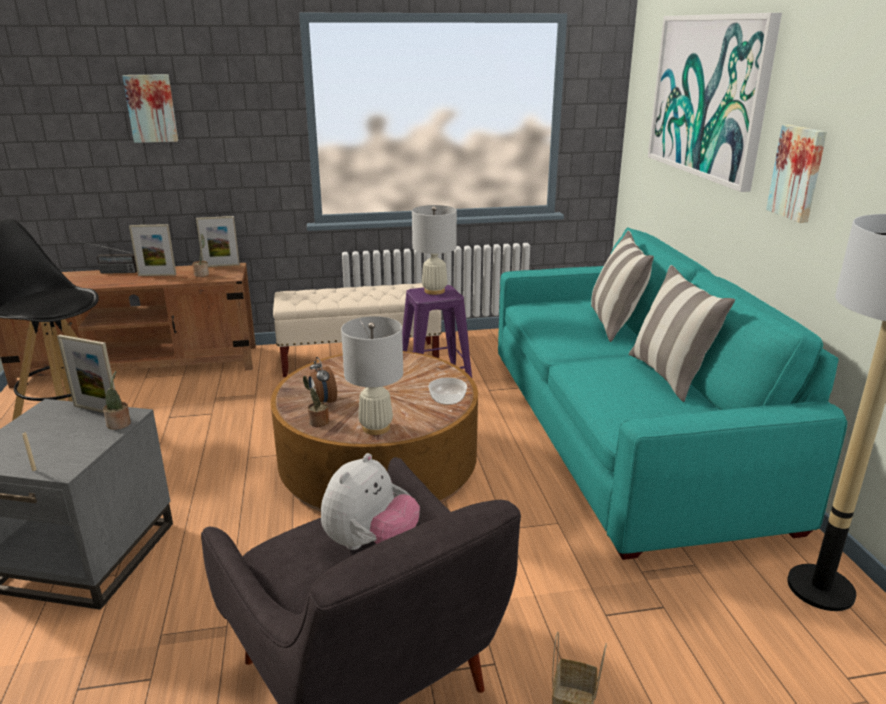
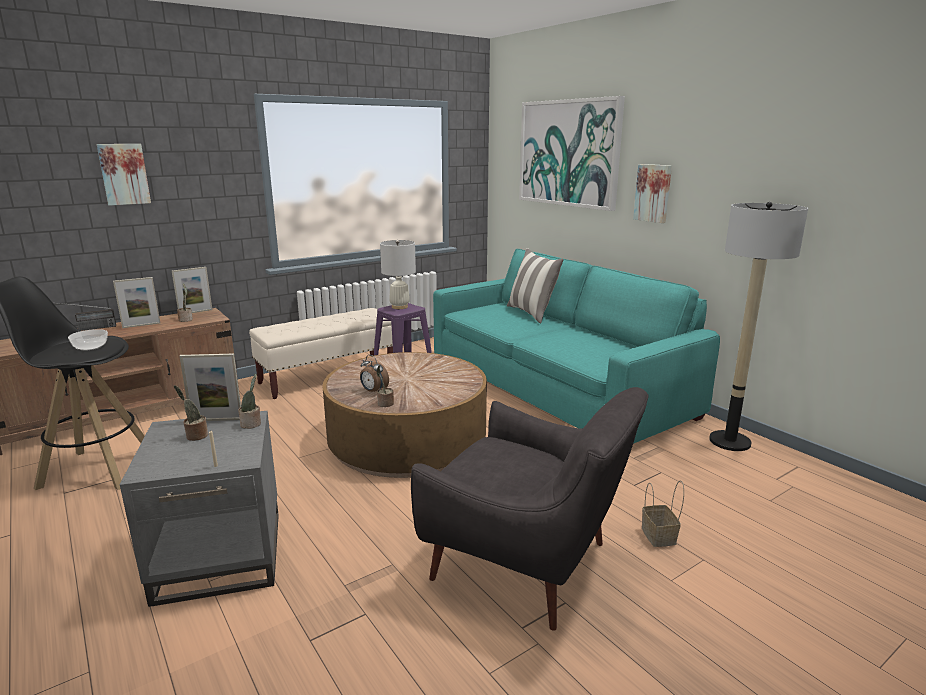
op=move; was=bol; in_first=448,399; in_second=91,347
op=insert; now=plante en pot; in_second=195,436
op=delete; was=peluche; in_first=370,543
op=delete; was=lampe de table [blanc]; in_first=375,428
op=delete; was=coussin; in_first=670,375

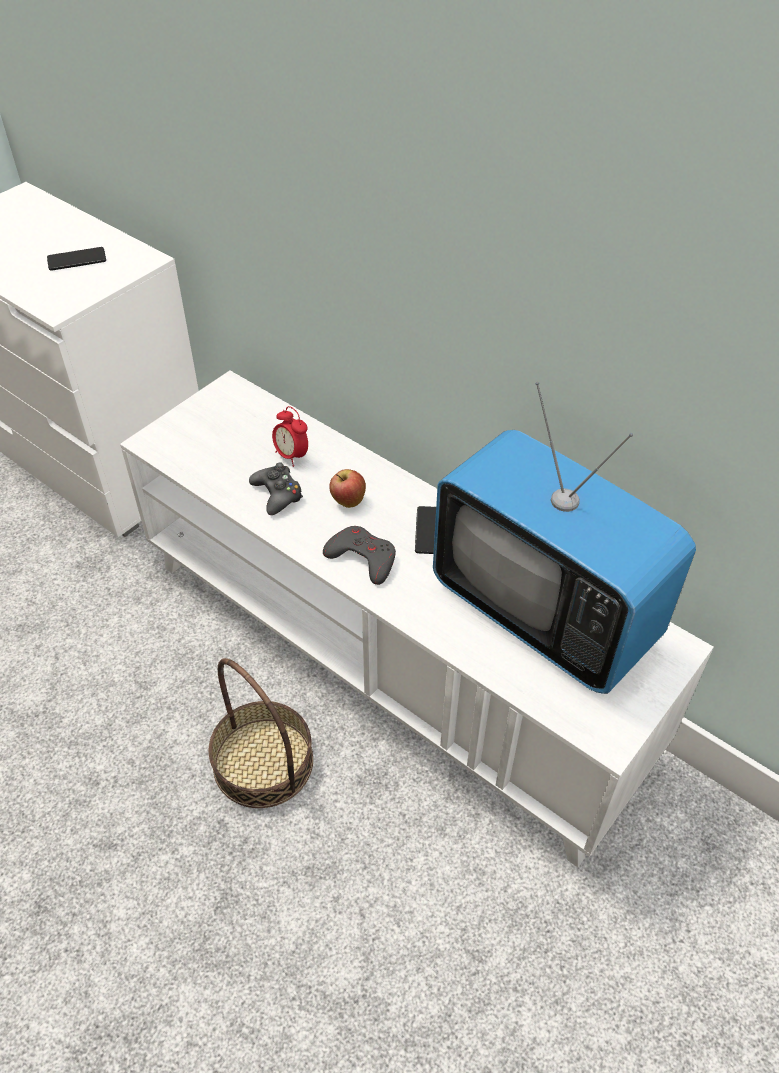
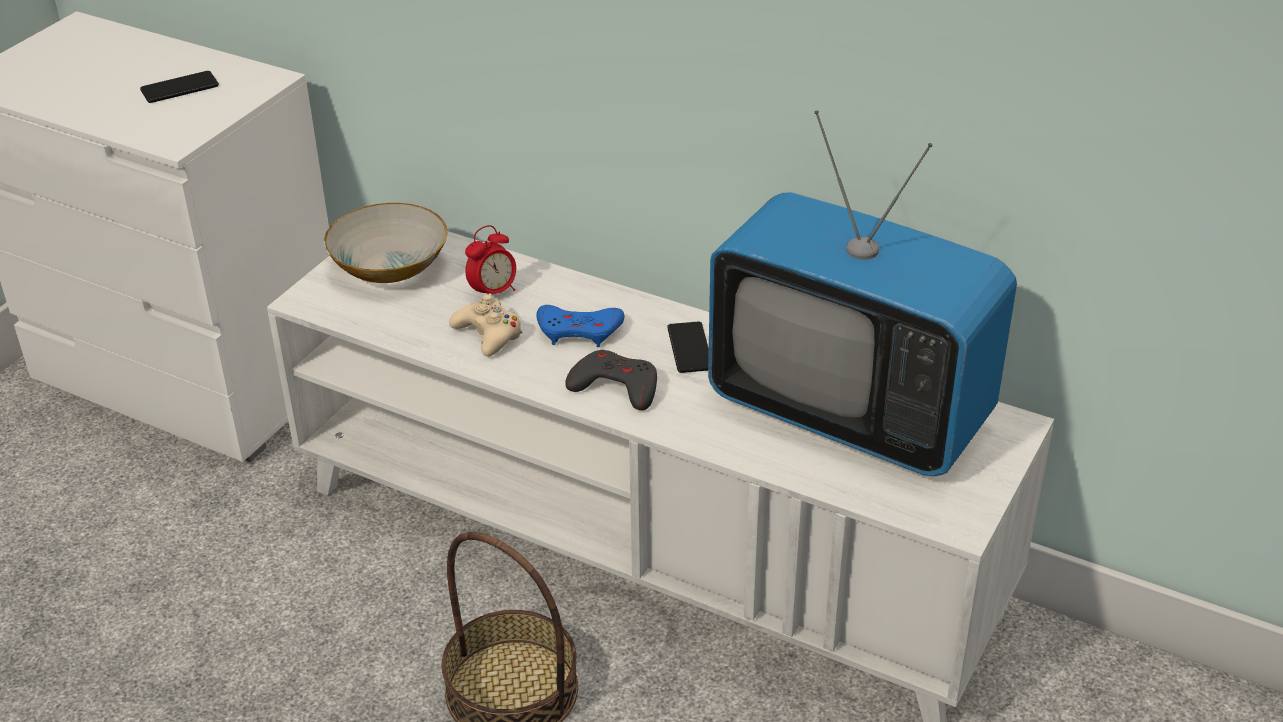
op=insert; now=bol; in_second=388,267
op=recolor; was=manette [noir]; now=manette [beige]; in_first=277,494; in_second=488,335
op=rotate; was=réveil; in_first=291,456; in_second=493,292; clockwise=-75
op=replace; was=pomme; now=manette [bleu]; in_first=348,501; in_second=579,331

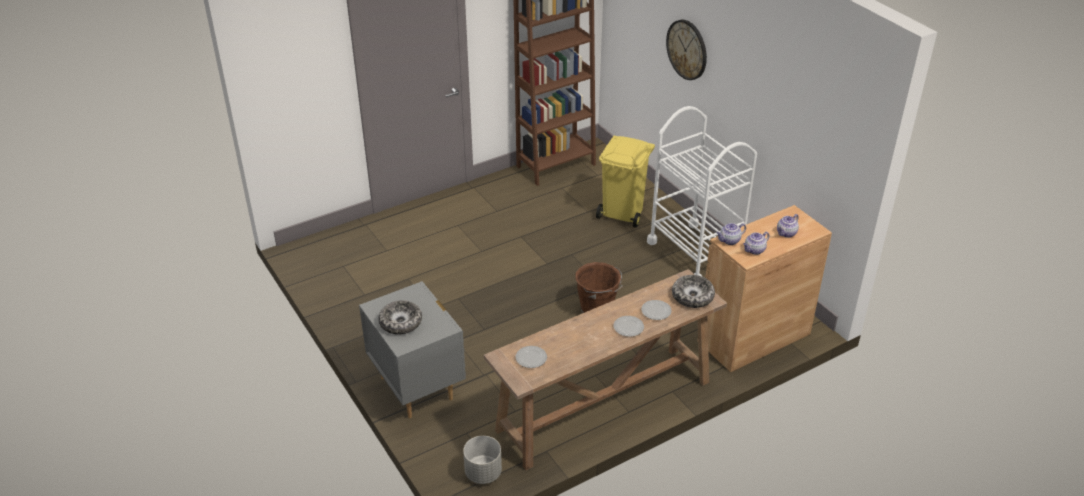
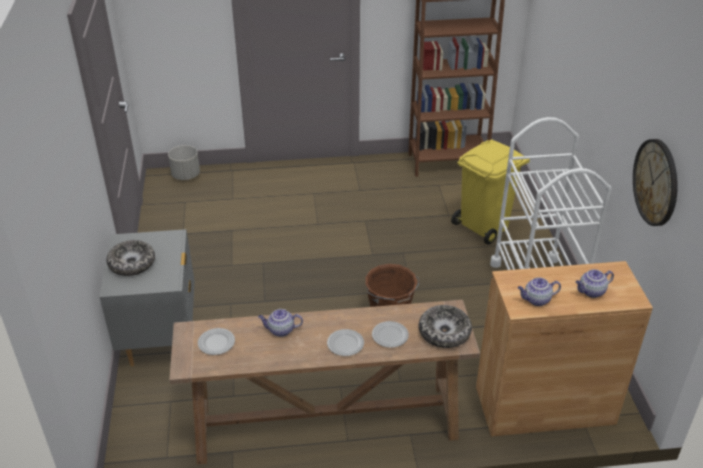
op=move; was=cache-pot [gris]; in_first=483,473; in_second=185,175
op=move; was=théière; in_first=729,241; in_second=280,330
op=move; was=horloge murale; in_first=687,49; in_second=656,182

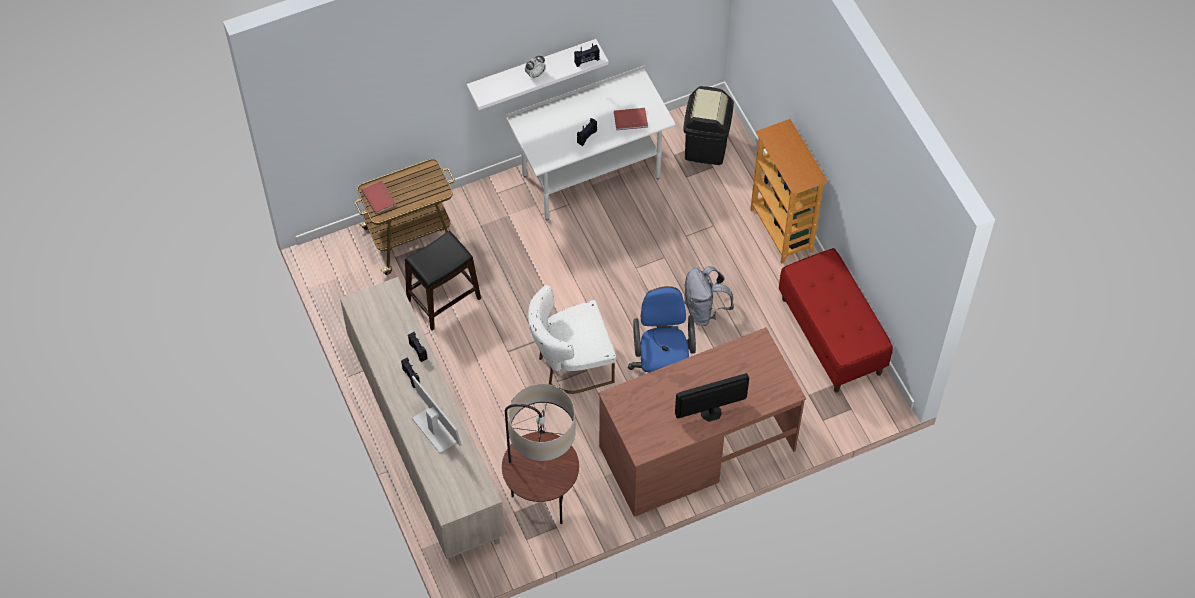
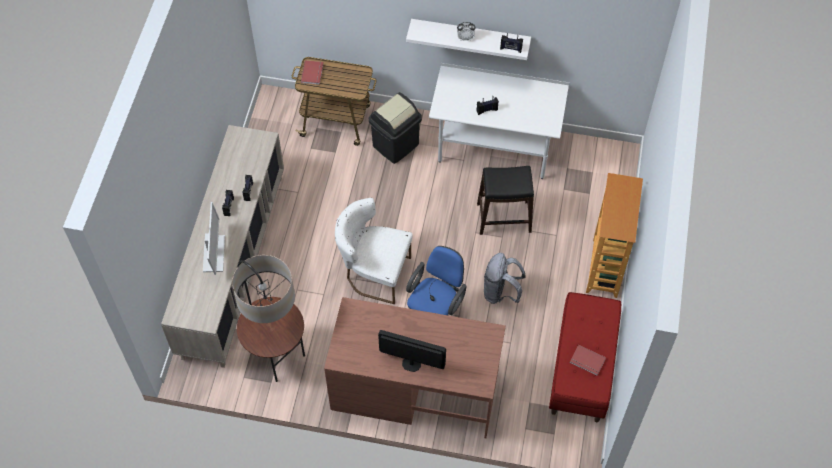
op=move; was=poubelle [noir]; in_first=705,146; in_second=395,145
op=move; was=tabouret [noir]; in_first=444,300; in_second=504,218
op=move; was=livre [rouge]; in_first=631,120; in_second=587,361

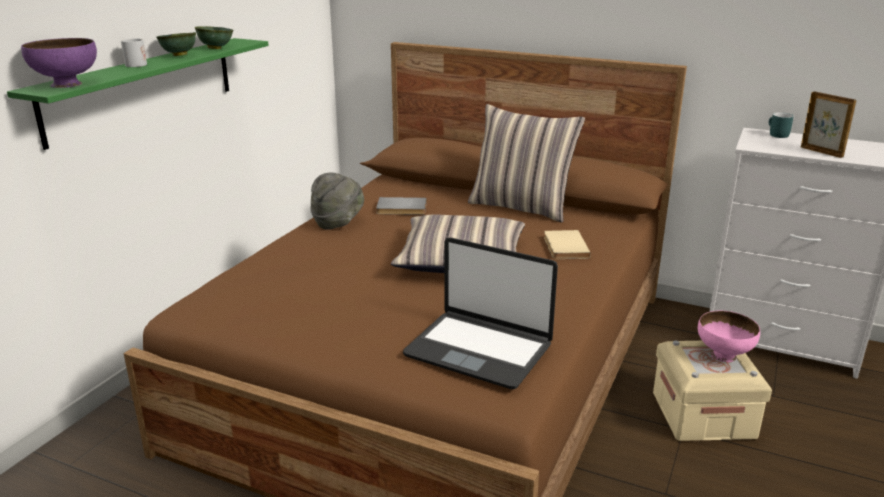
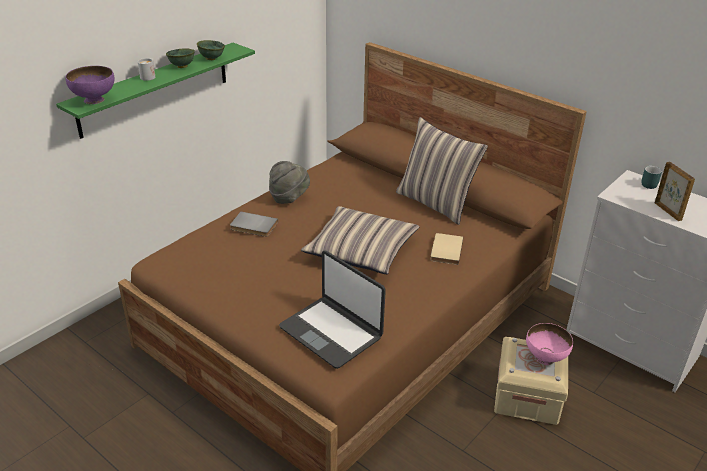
op=move; was=livre [gris]; in_first=401,209; in_second=253,226

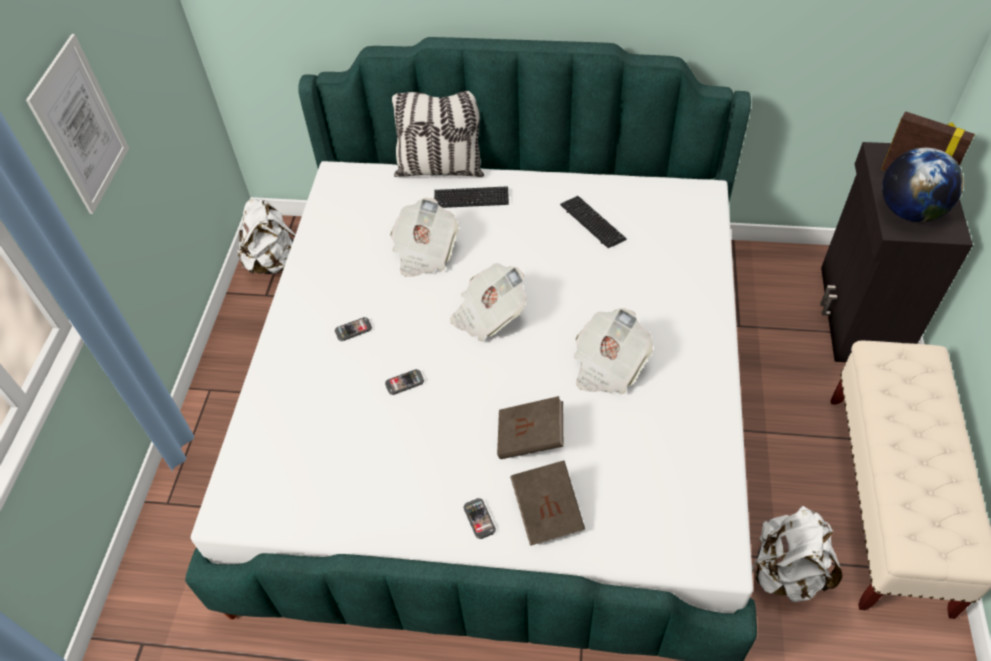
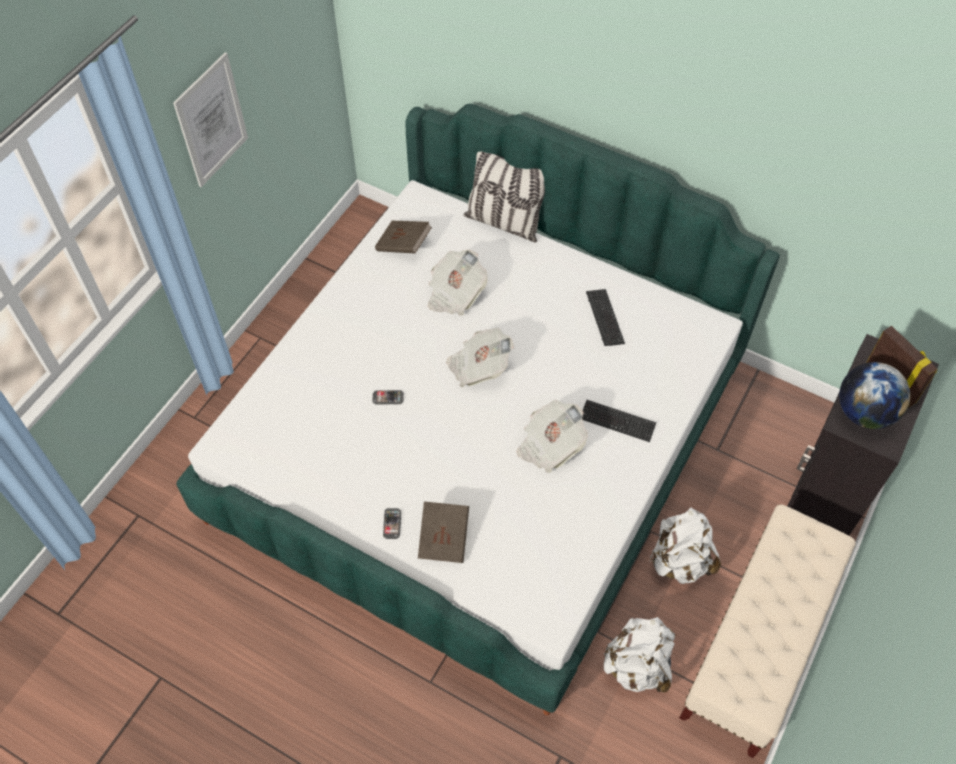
op=move; was=livre [marron]; in_first=530,438; in_second=403,245
op=move; was=clavier; in_first=471,198; in_second=617,421
op=move; was=sac à dos [blanc]; in_first=274,262; in_second=680,560
op=delete; was=téléphone; in_first=353,330

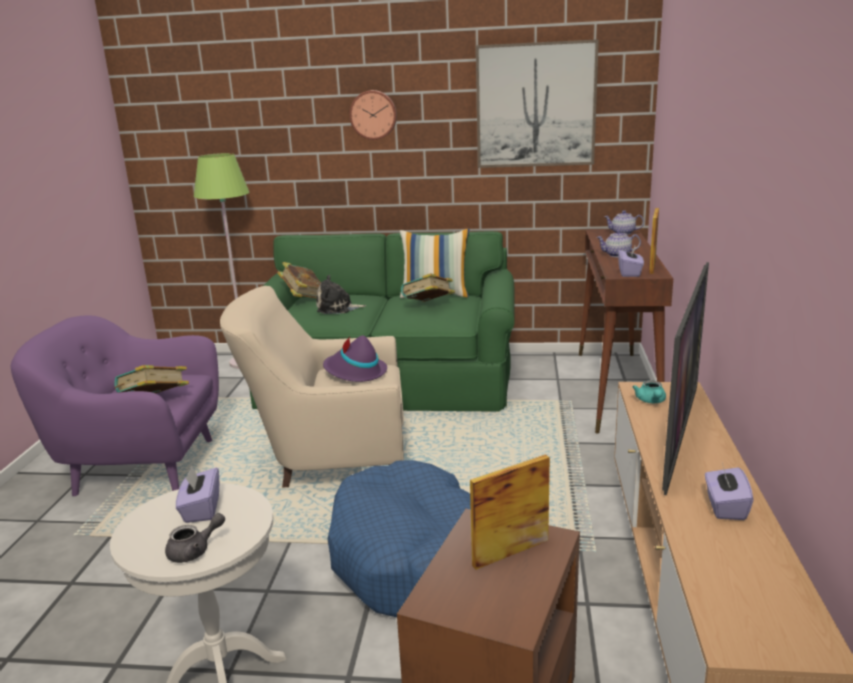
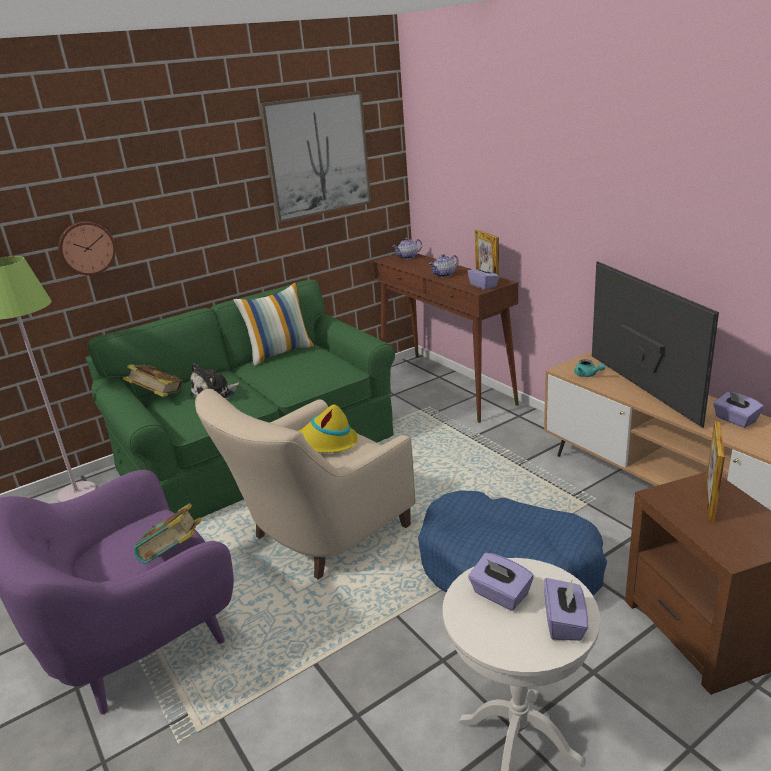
op=move; was=horloge murale; in_first=373,115; in_second=86,248
op=recolor; was=chapeau [violet]; now=chapeau [jaune]; in_first=355,372; in_second=325,443
op=replace; was=théière [gris]; now=boîte à mouchoirs [violet]; in_first=195,551; in_second=564,623
op=delete; was=livre; in_first=428,306

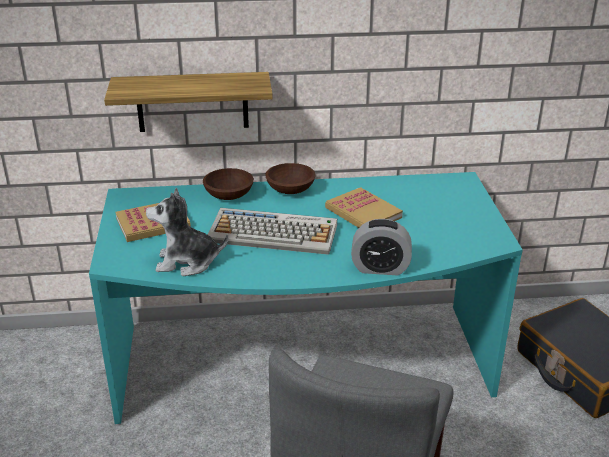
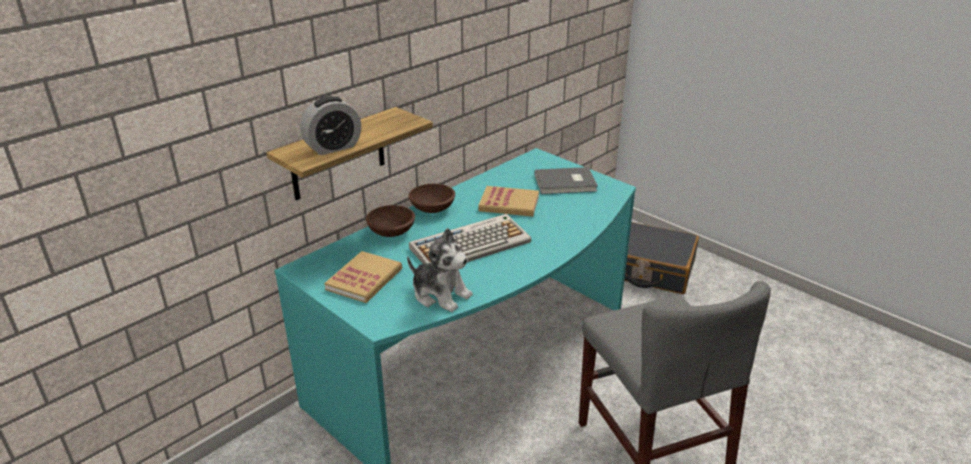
op=move; was=réveil; in_first=380,268; in_second=333,147
op=rotate; was=peluche; in_first=187,262; in_second=440,294; clockwise=-105
op=insert; now=livre [gris]; in_second=566,183

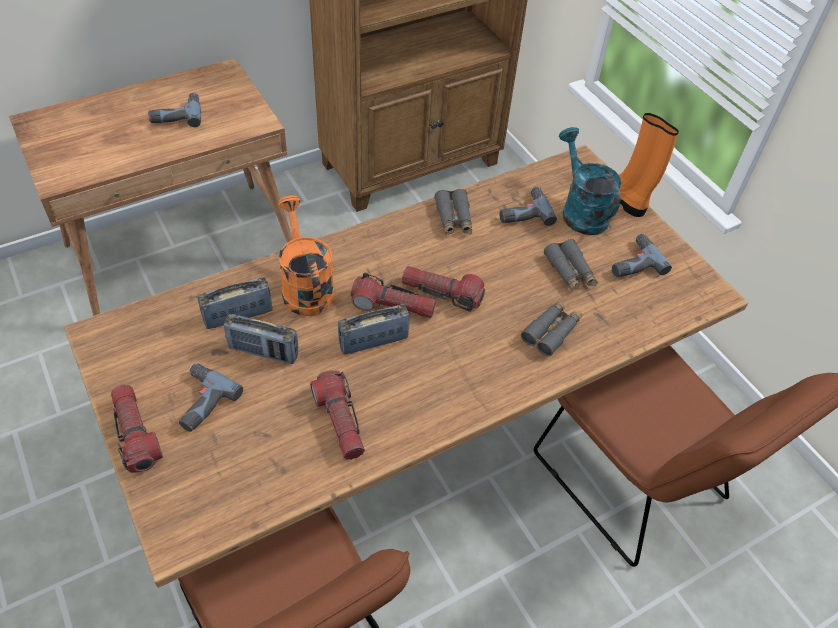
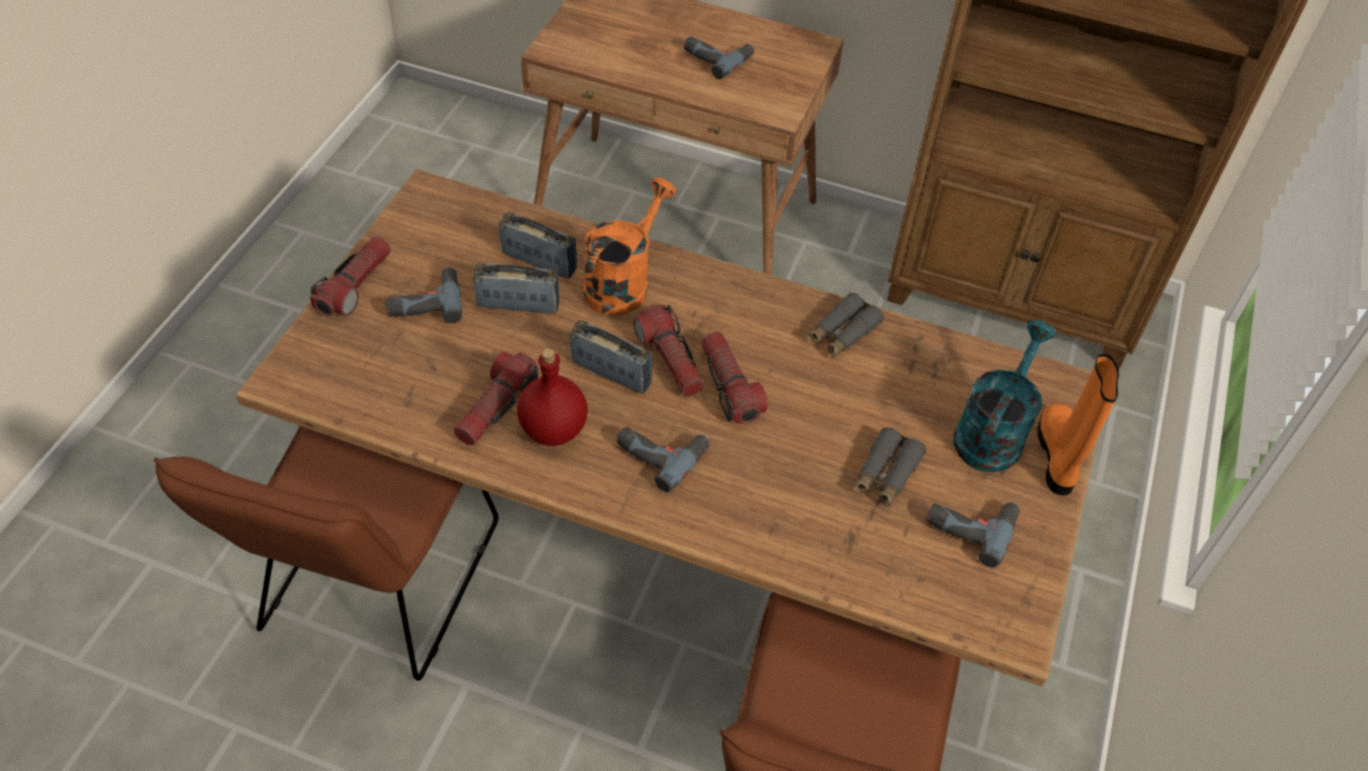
op=rotate; was=radio; in_first=263,352; in_second=518,305; clockwise=120
op=insert; now=bouteille [rouge]; in_second=552,430
op=move; was=perceuse; in_first=523,211; in_second=661,452
op=delete; was=jumelles [gris]; in_first=551,331

